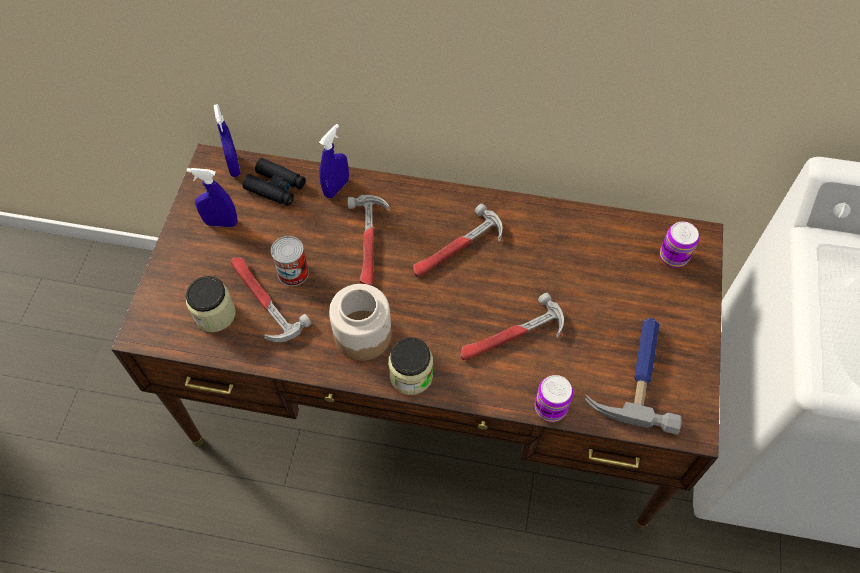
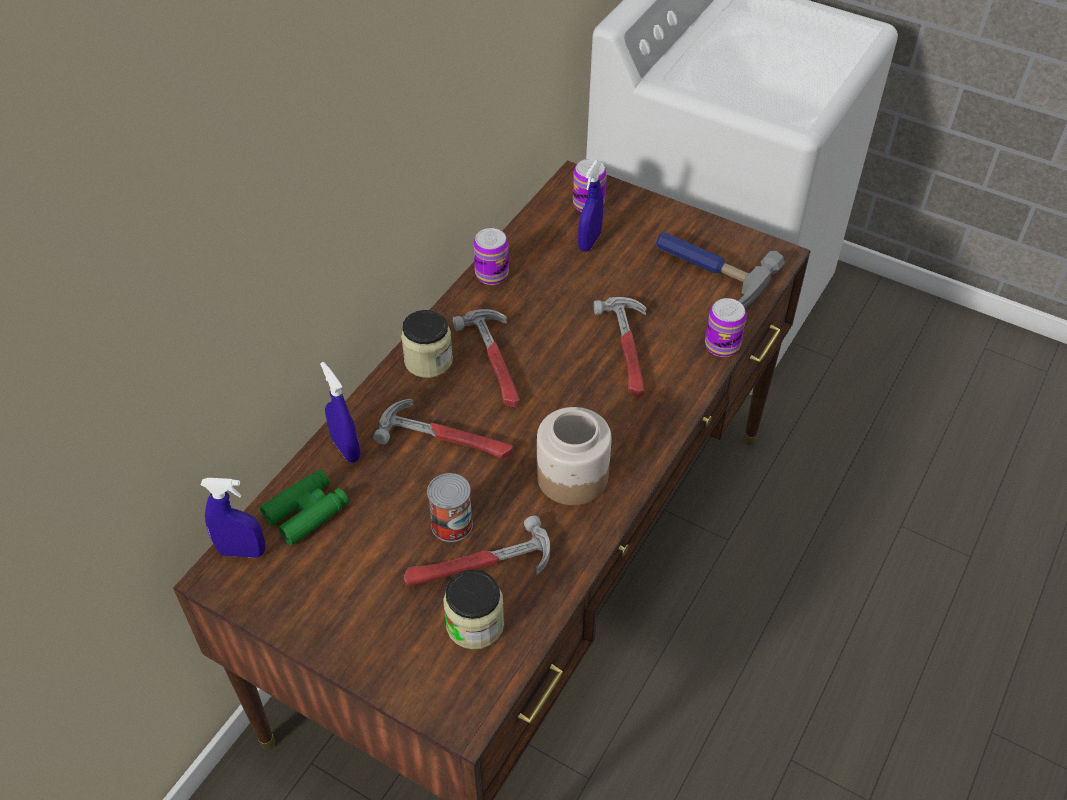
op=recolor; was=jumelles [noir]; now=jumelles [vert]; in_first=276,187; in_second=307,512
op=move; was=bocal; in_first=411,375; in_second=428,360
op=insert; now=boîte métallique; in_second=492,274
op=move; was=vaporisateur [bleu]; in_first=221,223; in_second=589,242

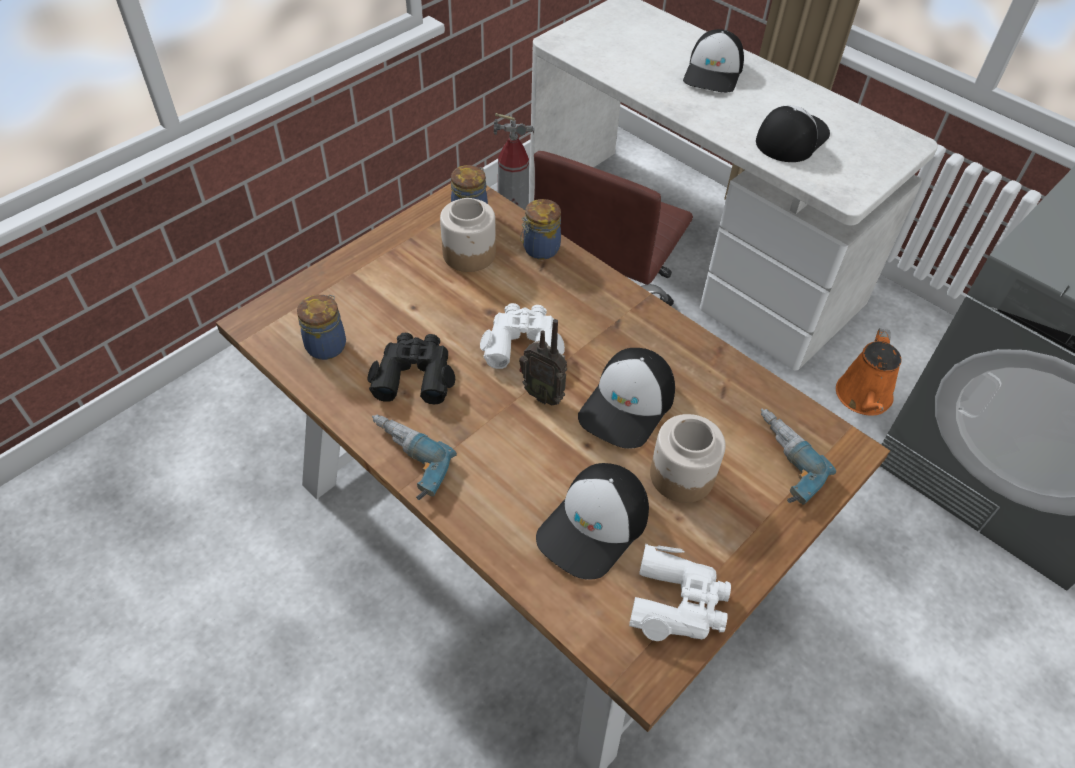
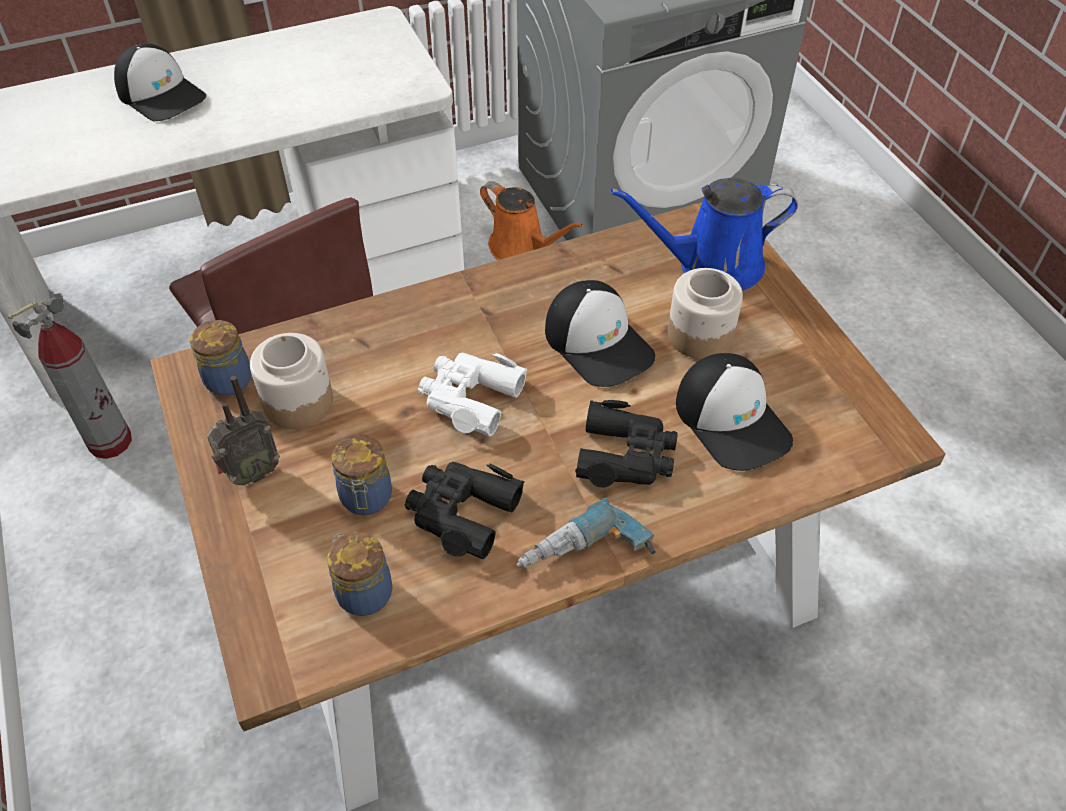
op=move; was=radio; in_first=543,394; in_second=251,473
op=move; was=bocal; in_first=539,249; in_second=366,498
op=insert; now=jumelles [noir]; in_second=626,455
op=replace; was=perceuse; now=arrosoir [bleu]; in_first=778,462; in_second=712,265
op=delete; was=jumelles [blanc]; in_first=678,602
op=delete; was=casquette; in_first=791,138

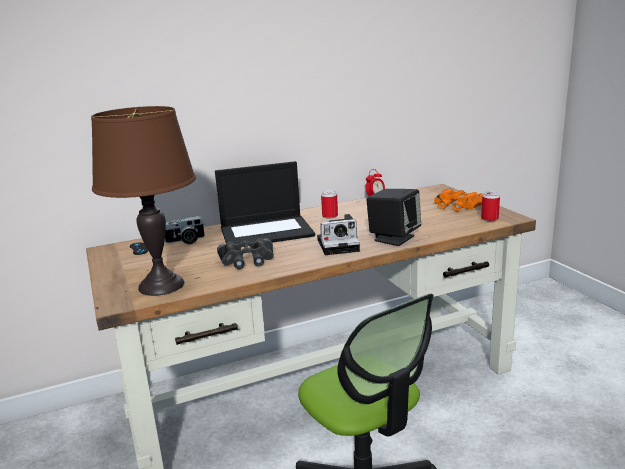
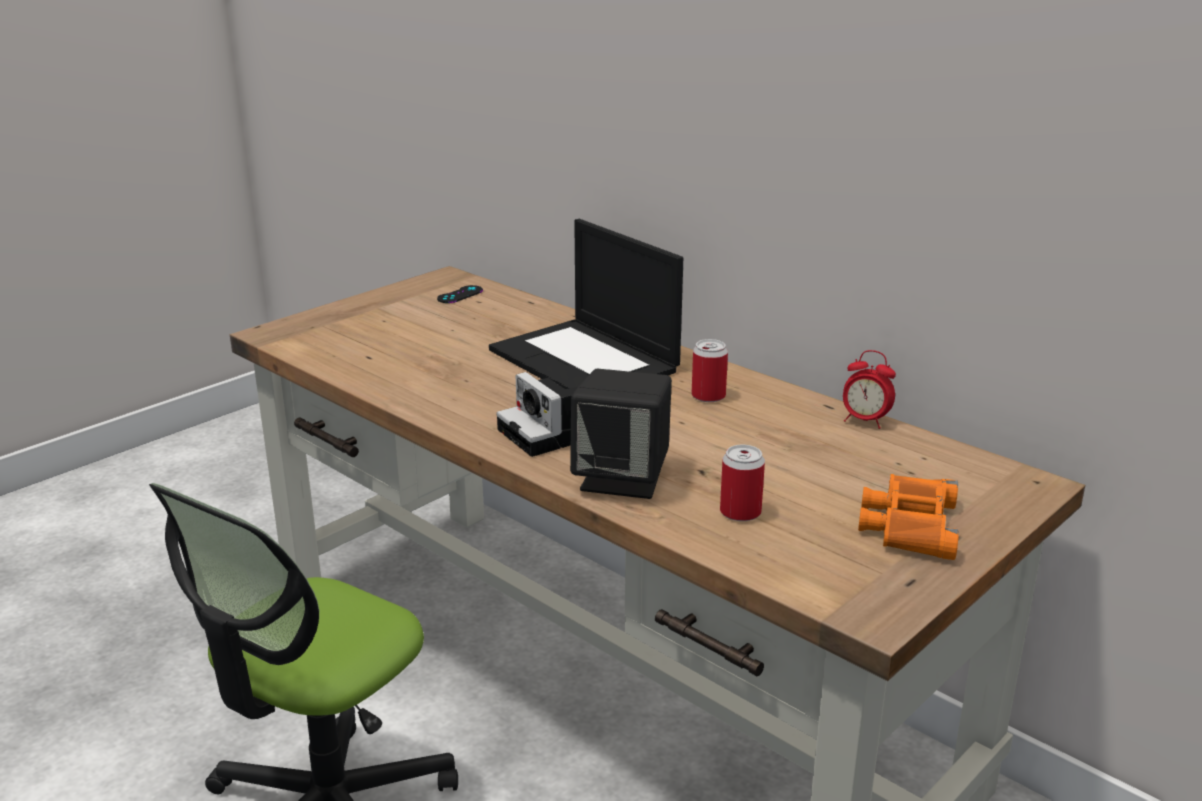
op=move; was=boîte métallique; in_first=489,219; in_second=740,512
op=delete; was=lampe de table [marron]; in_first=161,285
op=delete; was=appareil photo; in_first=186,241
op=delete; was=jumelles [noir]; in_first=247,260

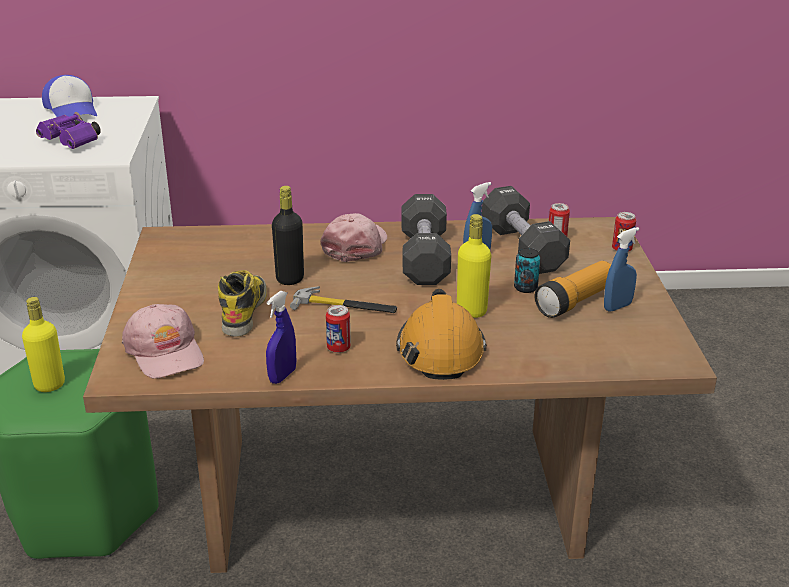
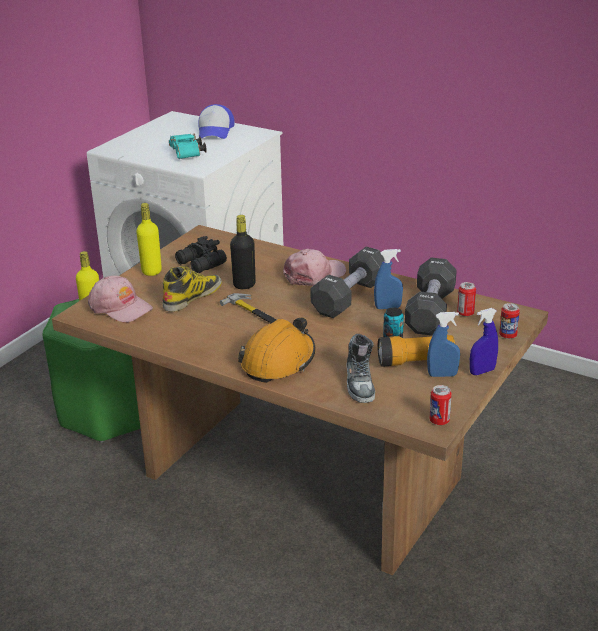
op=rotate; was=casquette [rose]; in_first=165,351; in_second=120,307; clockwise=-60
op=move; was=bouteille [jaune]; in_first=471,311; in_second=151,271
op=recolor; was=jumelles [violet]; now=jumelles [turquoise]; in_first=72,143; in_second=187,155
op=insert; now=jumelles [noir]; in_second=200,264
op=insert; now=chaussure; in_second=360,383
op=move; was=boîte métallique; in_first=338,348; in_second=439,421
op=move; was=vaporisateur [bleu]; in_first=282,376; in_second=482,371

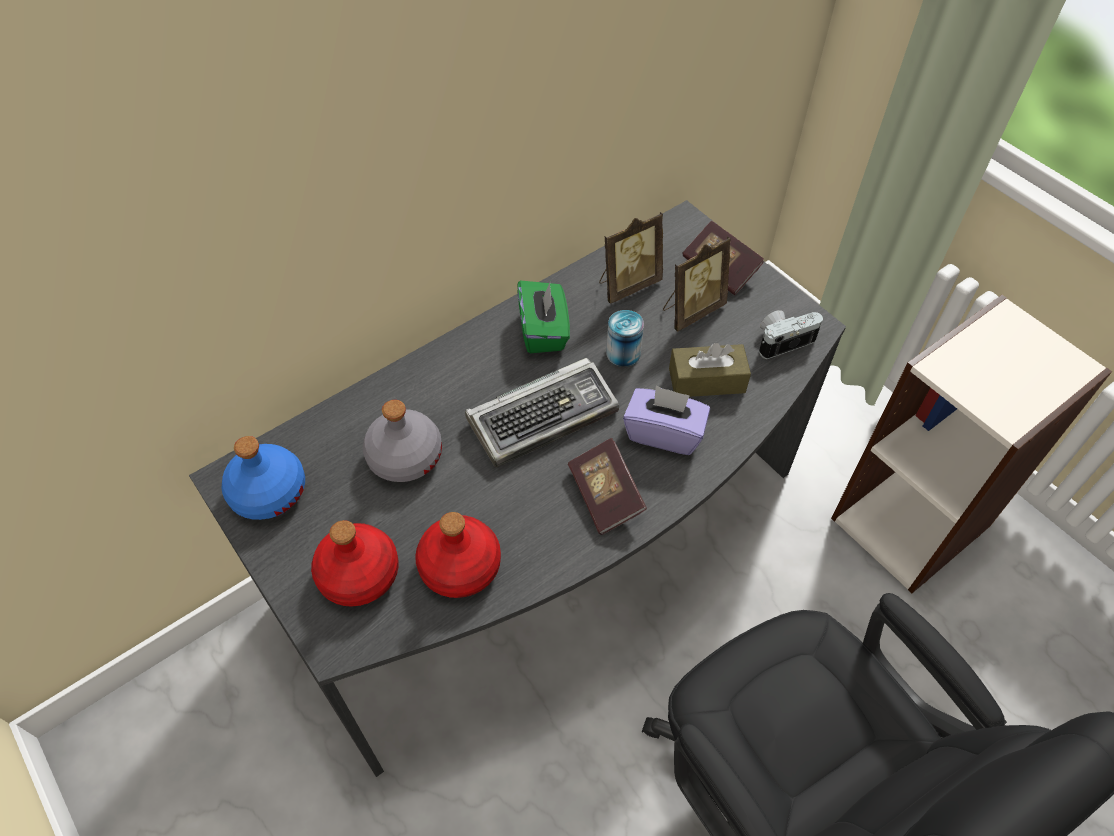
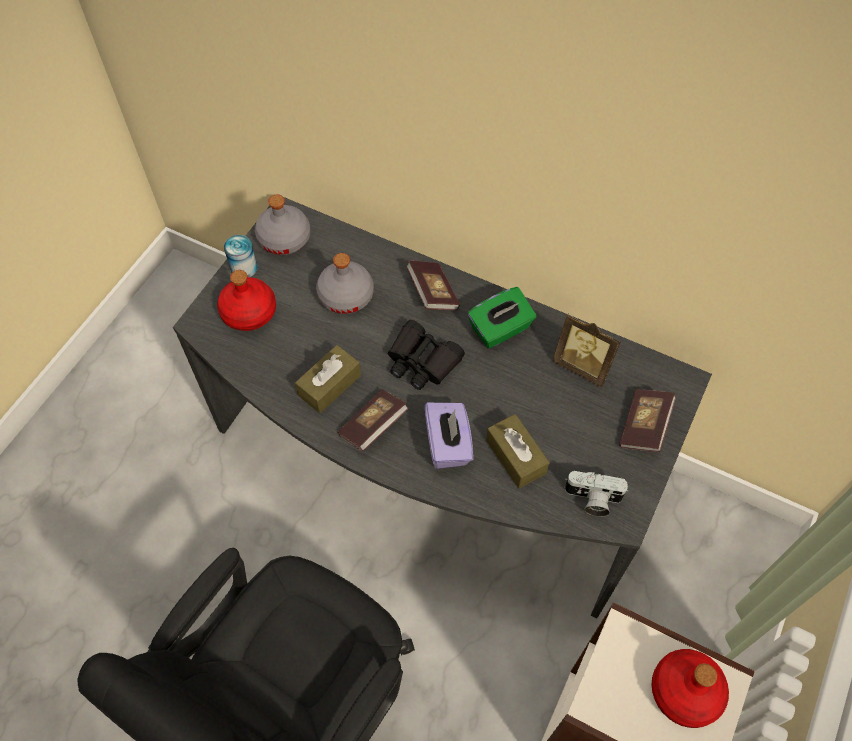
op=move; was=boîte métallique; in_first=623,353; in_second=244,268
op=recolor; was=bouteille [bleu]; now=bouteille [gris]; in_first=268,492; in_second=284,238
op=insert; now=boîte à mouchoirs [marron]; in_second=329,385
op=replace; was=clavier; now=jumelles [noir]; in_first=544,416; in_second=422,361
op=insert; now=livre; in_second=432,293
op=rotate; was=appareil photo; in_first=783,340; in_second=592,500; clockwise=150
op=move; was=bouteille [rouge]; in_first=459,565; in_second=685,690
op=delete; was=cadre photo; in_first=691,310

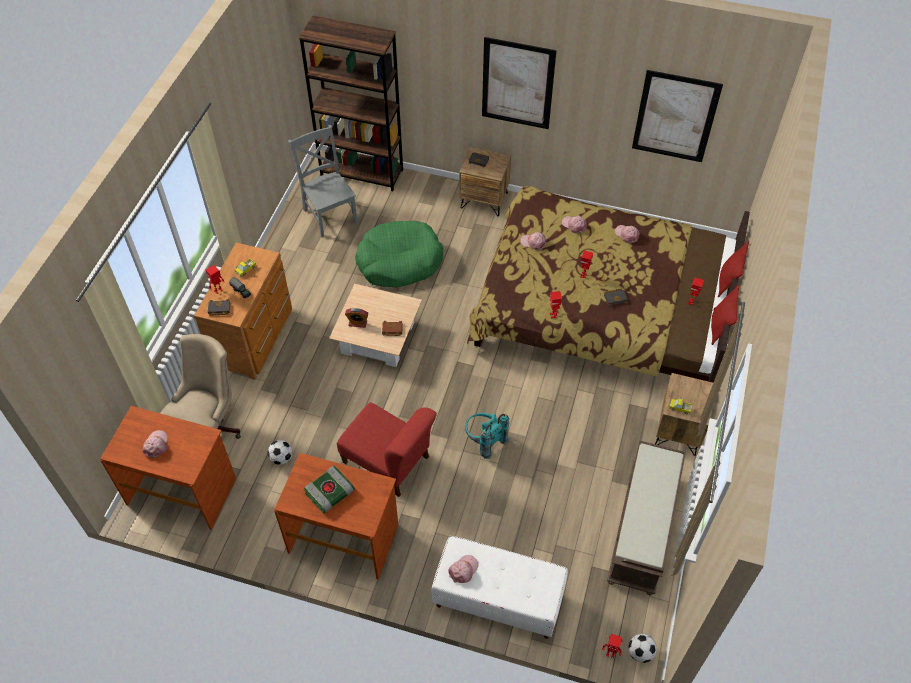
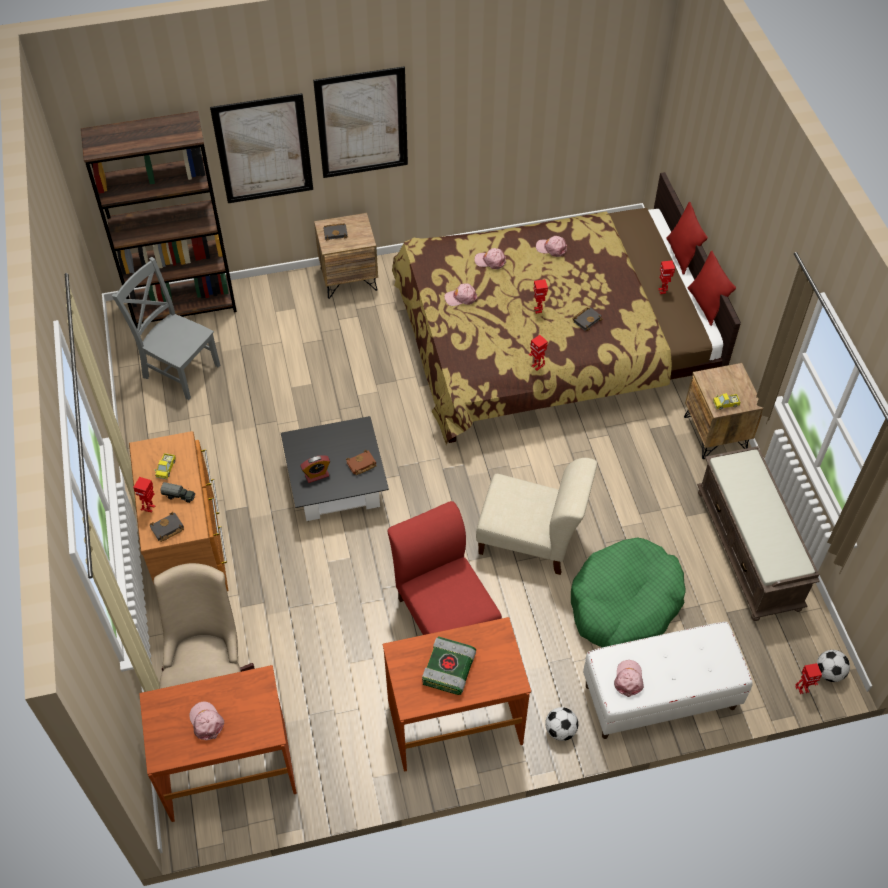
op=move; was=tableau; in_first=675,117; in_second=263,149
op=recolor; was=table basse [beige]; now=table basse [noir]; in_first=378,338; in_second=336,484
op=rotate; was=chaise [rouge]; in_first=388,462; in_second=445,614; clockwise=-120
op=replace; was=sac à dos [turquoise]; now=chaise [beige]; in_first=484,441; in_second=531,539
op=move; was=ballon de foot; in_first=281,458; in_second=560,730
op=move; was=panier pour chien [vert]; in_first=399,261; in_second=624,604

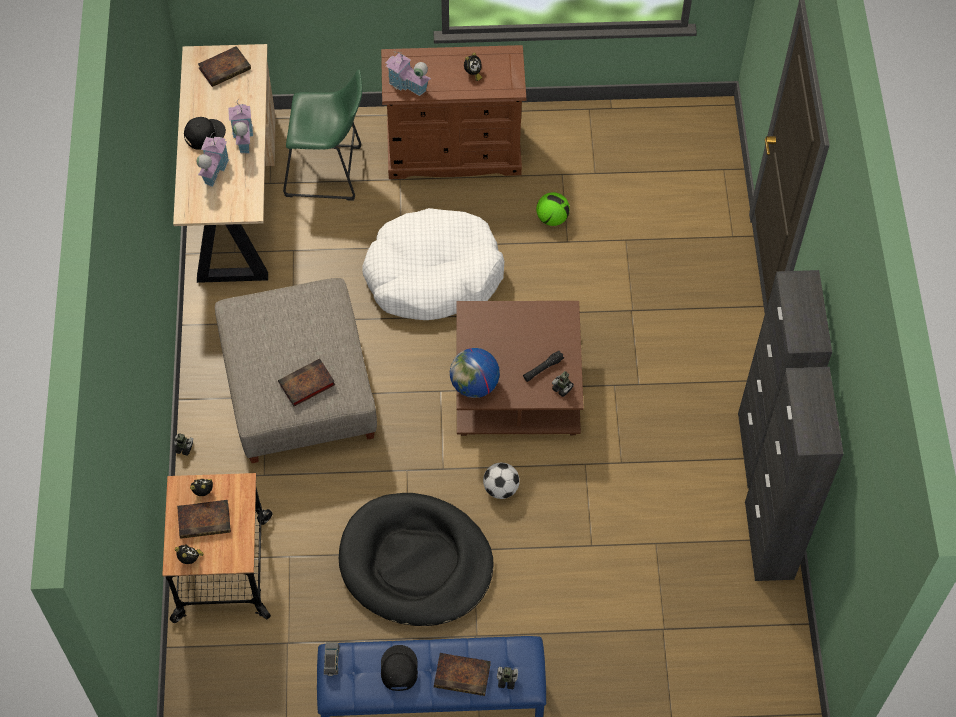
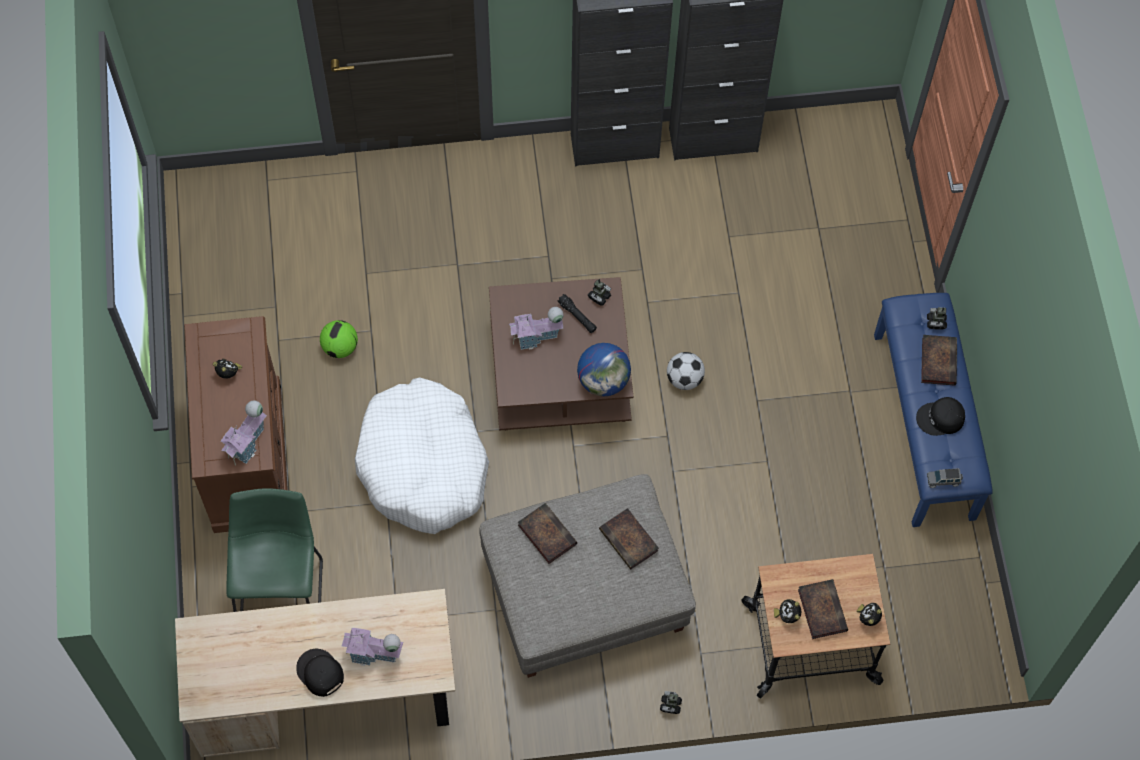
op=move; was=maison miniature; in_first=243,138; in_second=536,337
op=move; was=livre; in_first=225,68; in_second=545,534
op=delete; was=panier pour chien [noir]; in_first=415,563

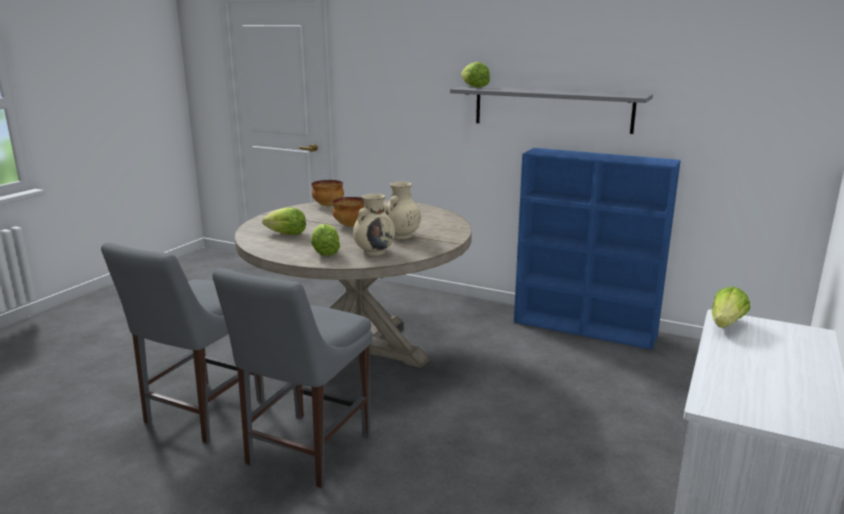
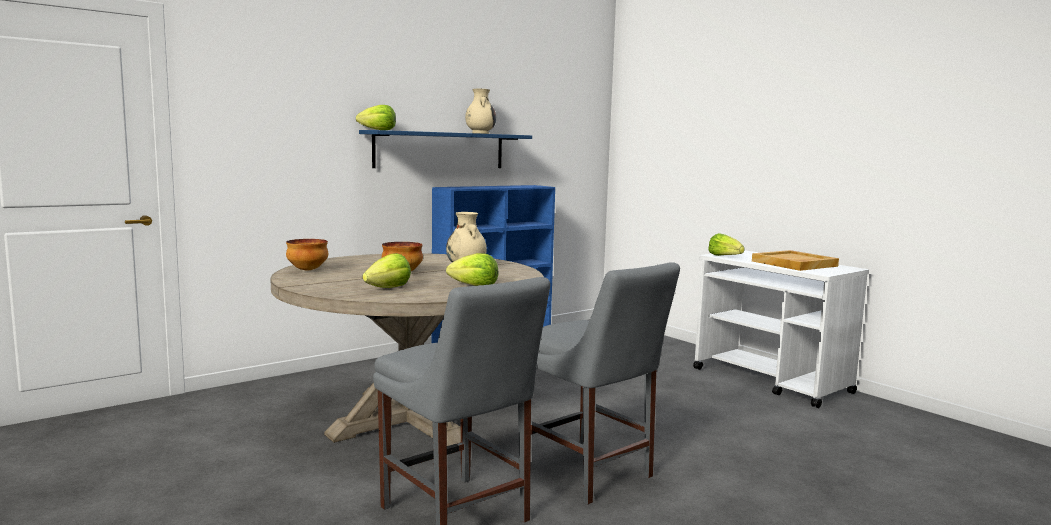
op=recolor; was=étagère [gris]; now=étagère [bleu]; in_first=552,109; in_second=440,150
op=move; was=vase [beige]; in_first=375,251; in_second=480,133
op=insert; now=plateau [beige]; in_second=794,264

